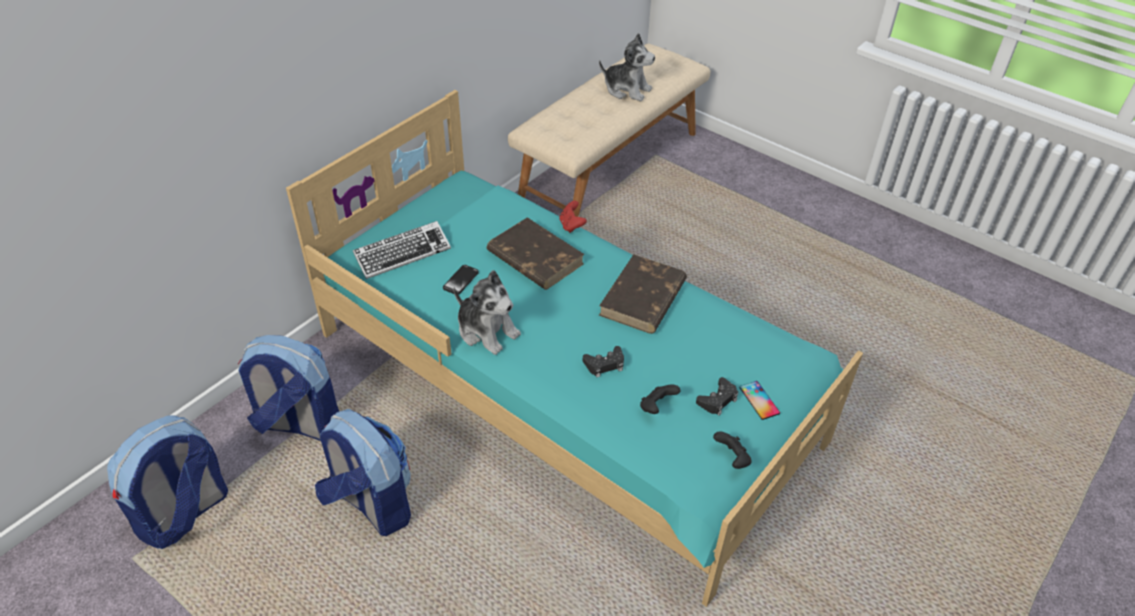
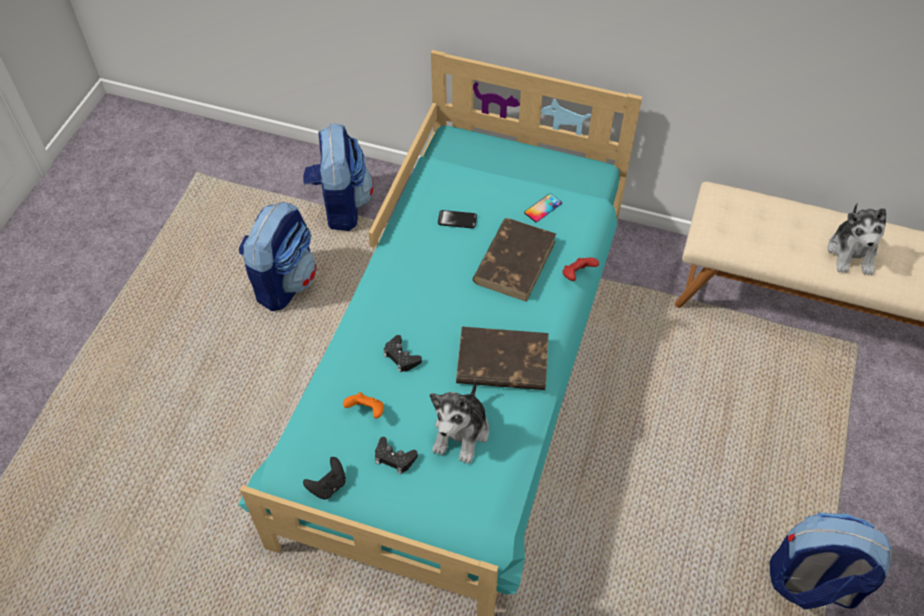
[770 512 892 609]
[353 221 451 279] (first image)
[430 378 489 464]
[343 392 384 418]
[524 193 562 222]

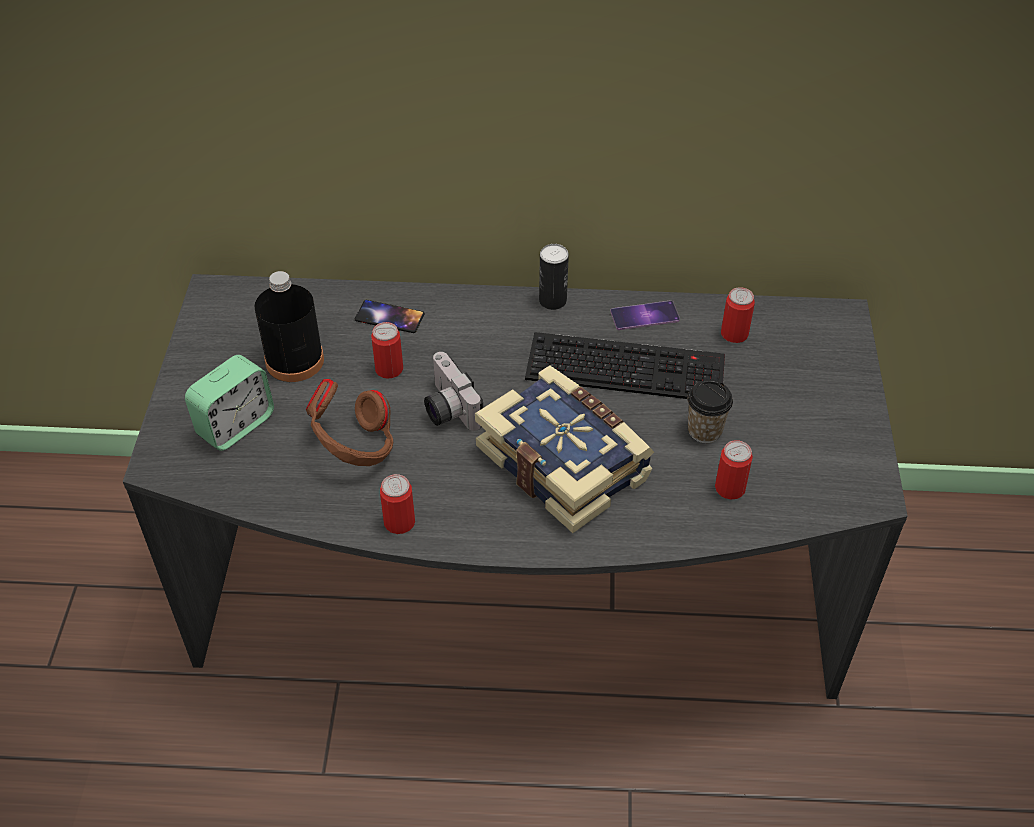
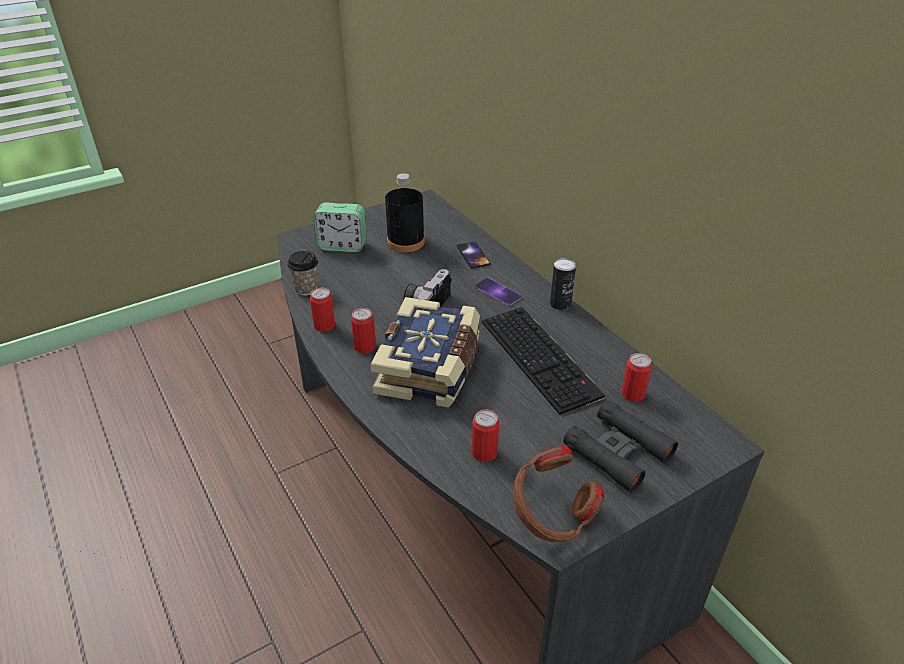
[513 446 604 542]
[351 308 376 353]
[474 278 523 306]
[287 251 318 296]
[563 400 678 493]

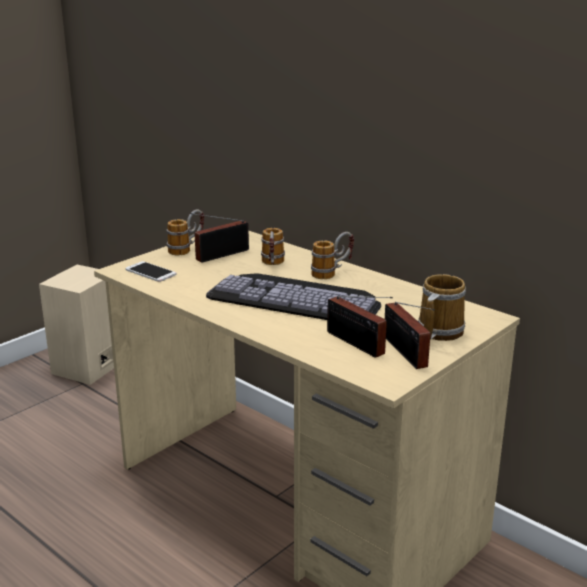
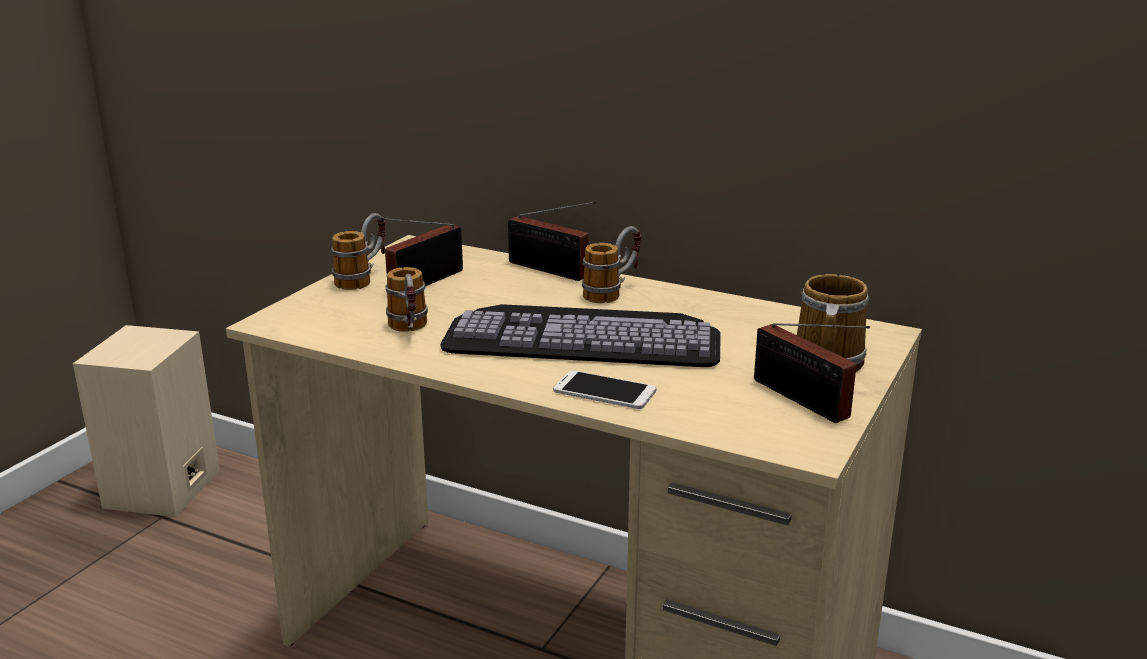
[553 370 656 409]
[385 267 428 332]
[508 201 596 281]

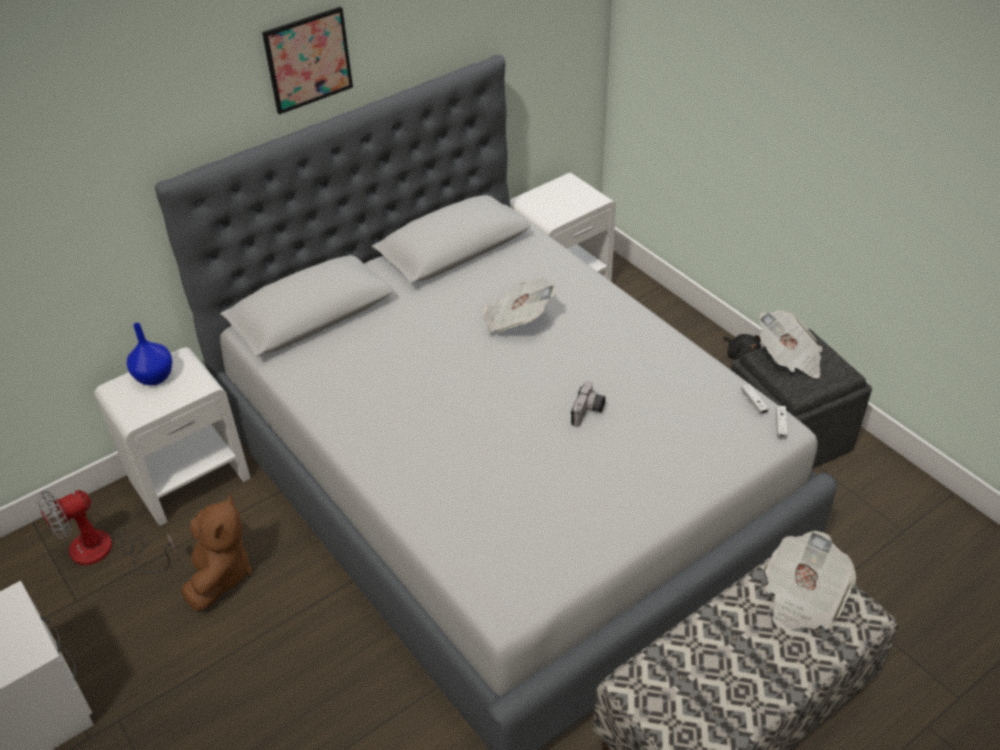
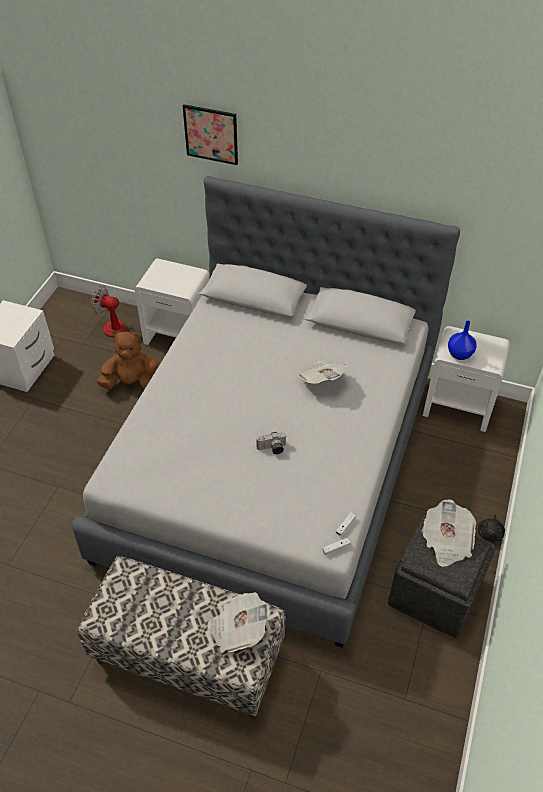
[448 321 477 360]
[97 331 159 390]
[183 104 238 165]

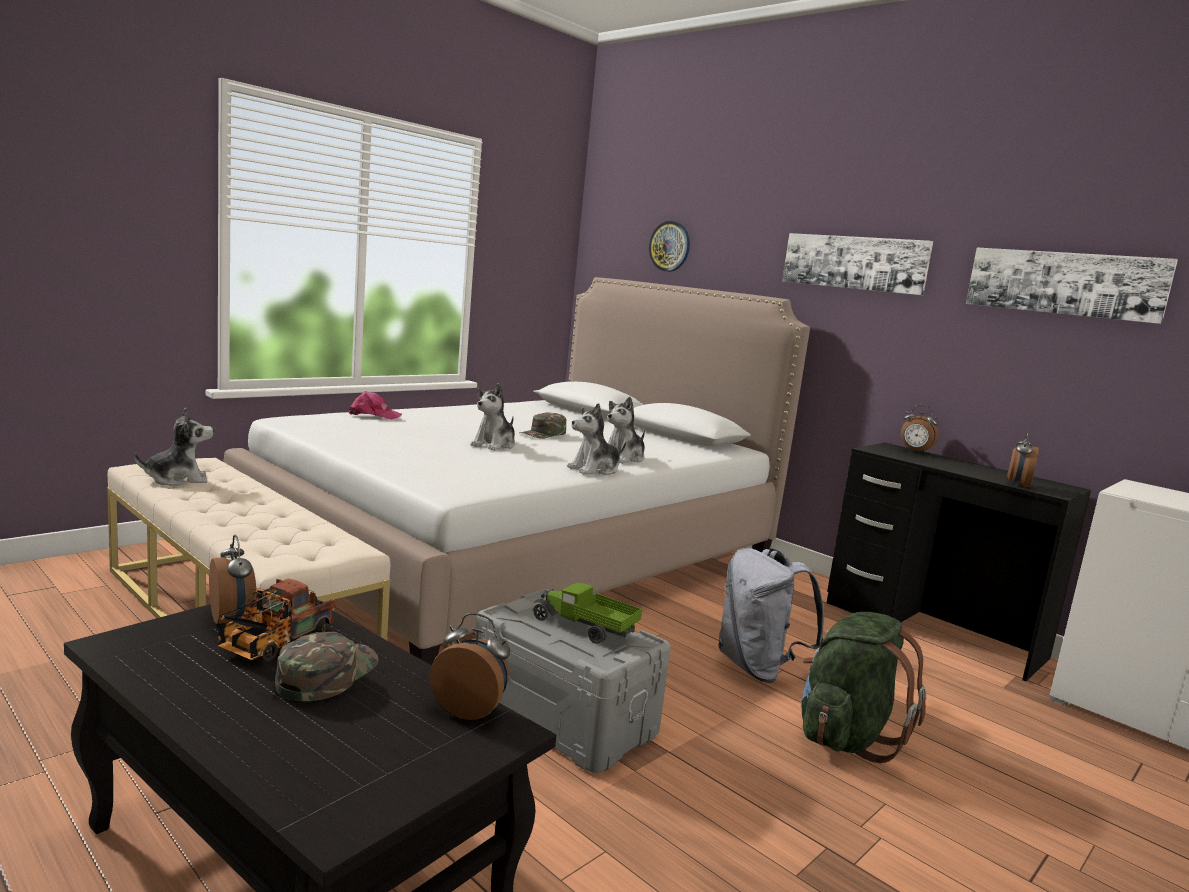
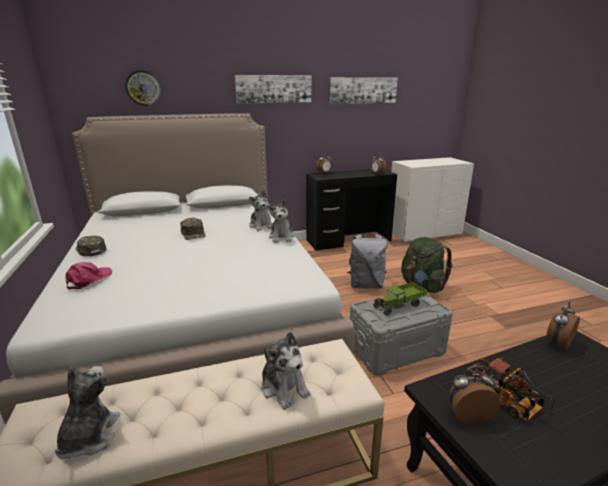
[76 235 106 256]
[261 332 311 410]

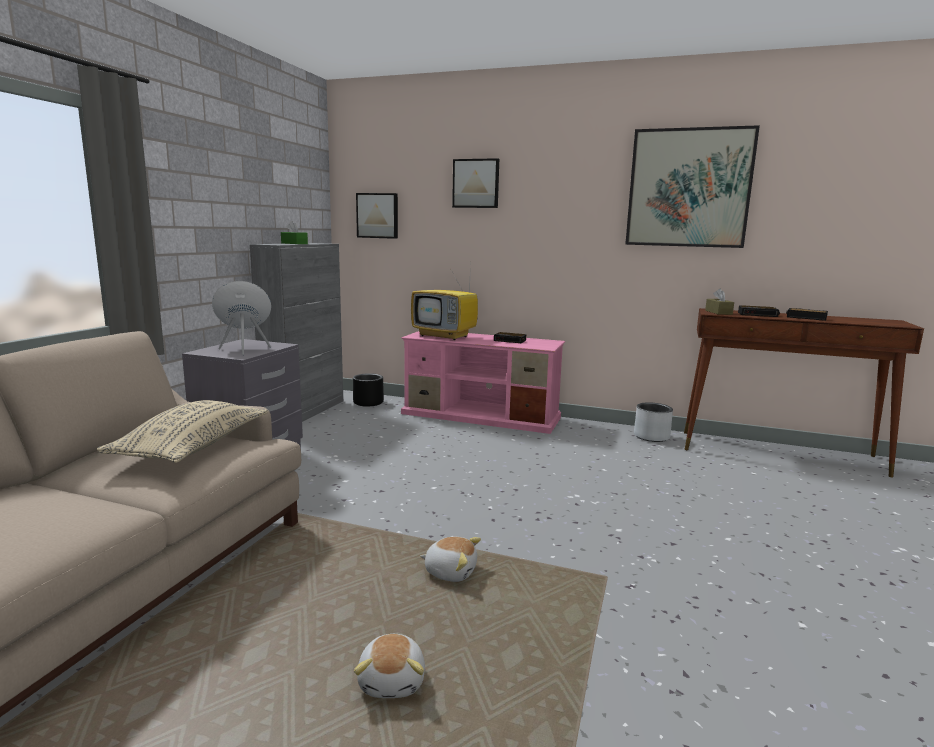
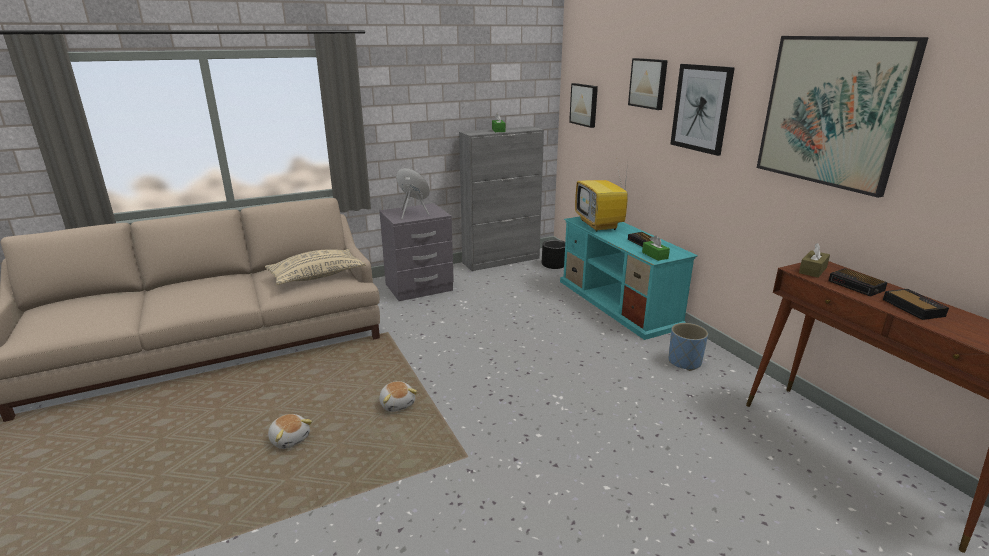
[268 414 312 449]
[560 216 698 340]
[634 402 673 442] (first image)
[642 235 670 261]
[669 323 708 371]
[670 64 735 156]

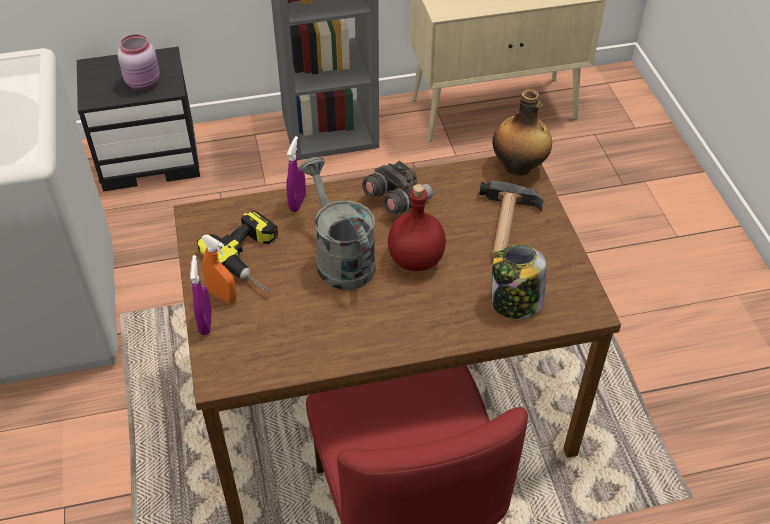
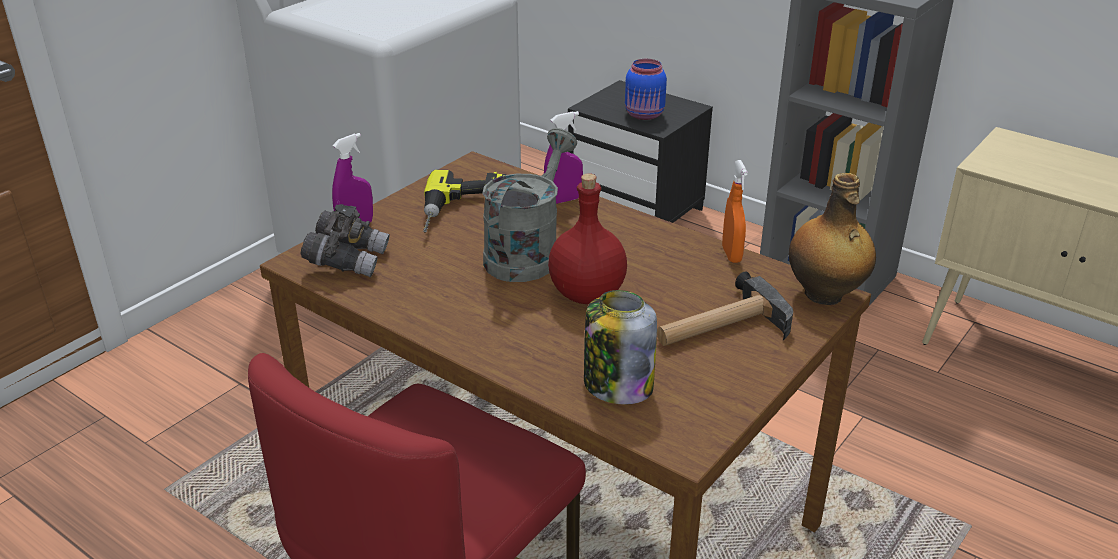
[625 59 667 120]
[722 160 748 263]
[301 204 390 277]

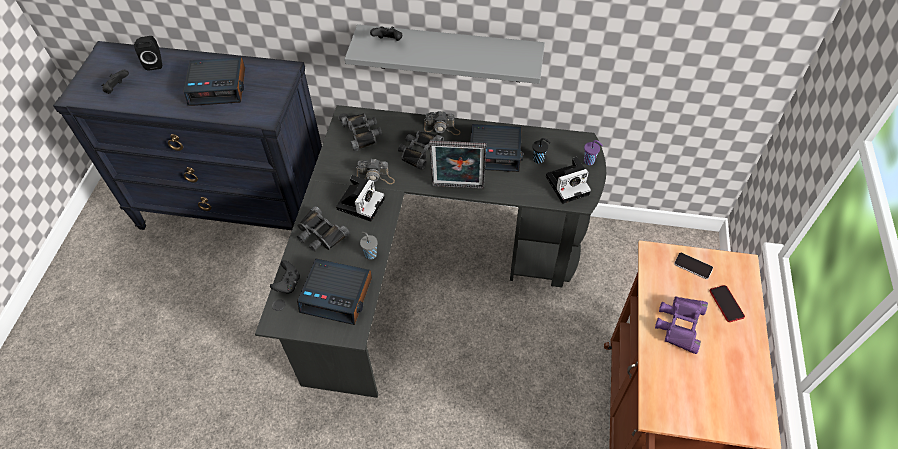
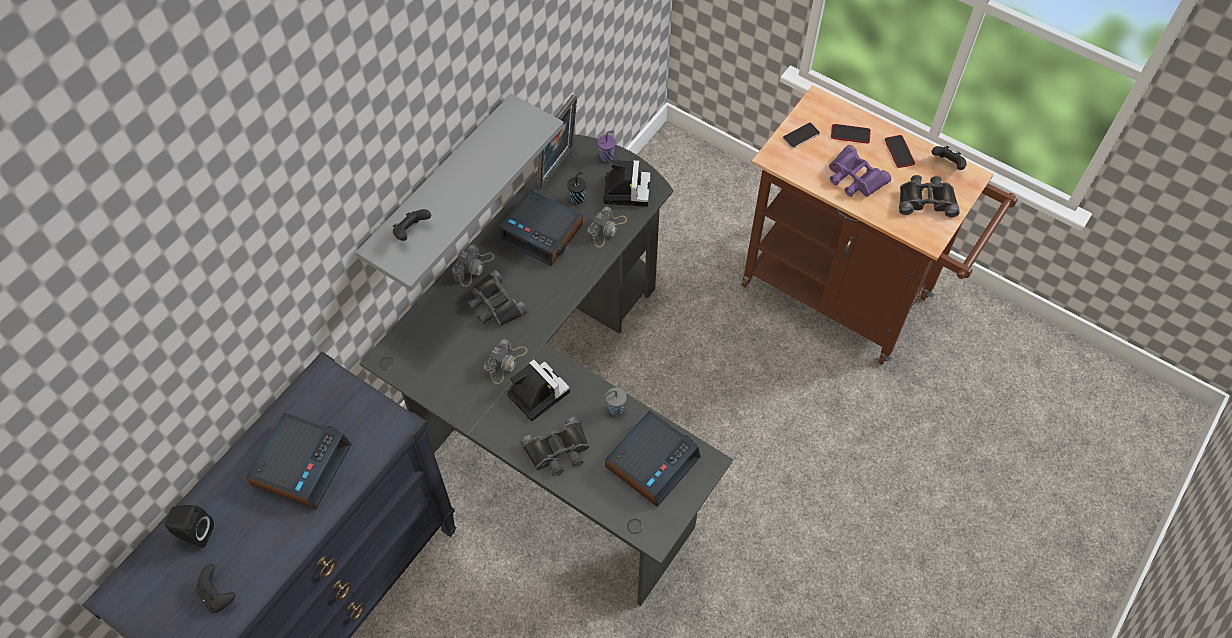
[932 146 967 170]
[899 175 960 217]
[537 95 577 188]
[499 189 583 267]
[587 206 627 247]
[885 135 915 168]

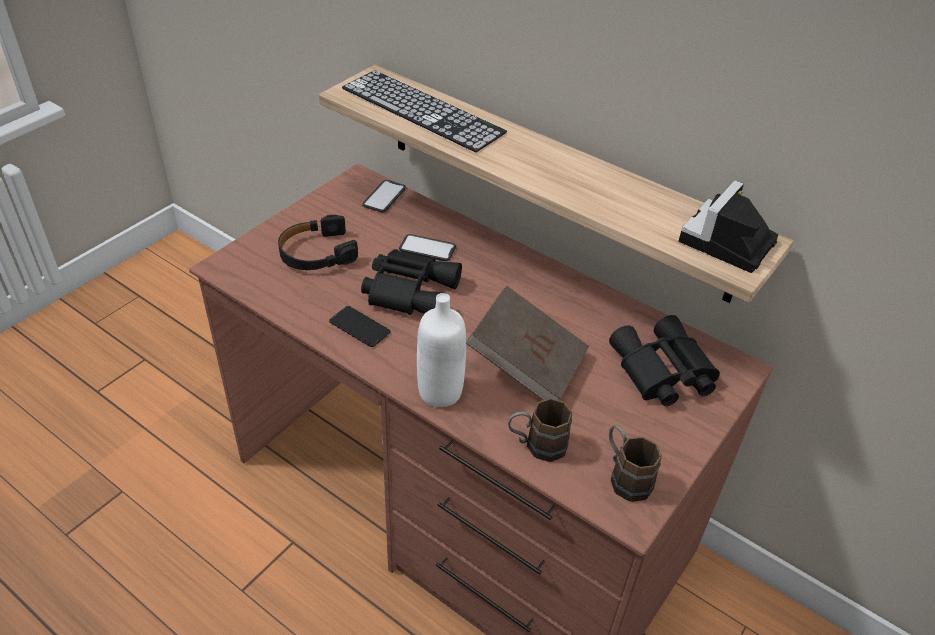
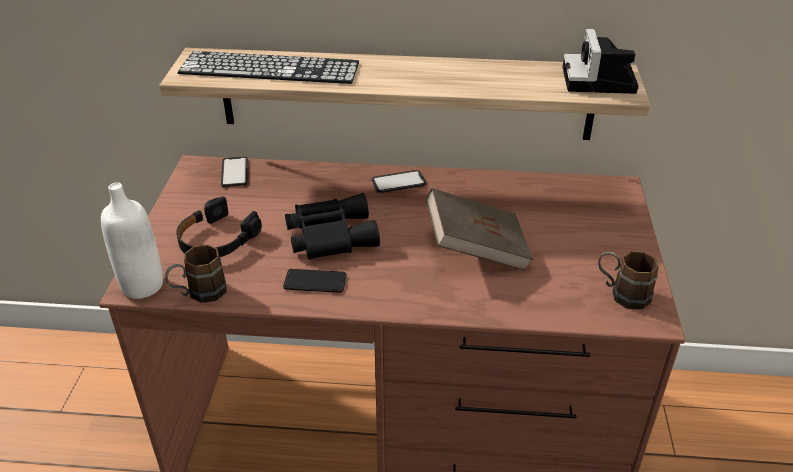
[371 170 426 193]
[101 182 163 299]
[165 244 227 303]
[609 315 720 406] (first image)

